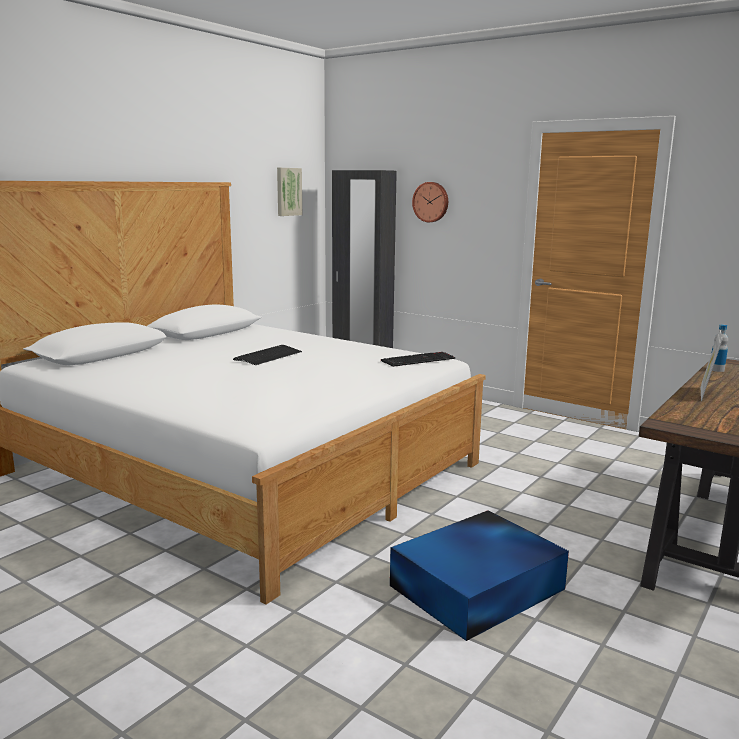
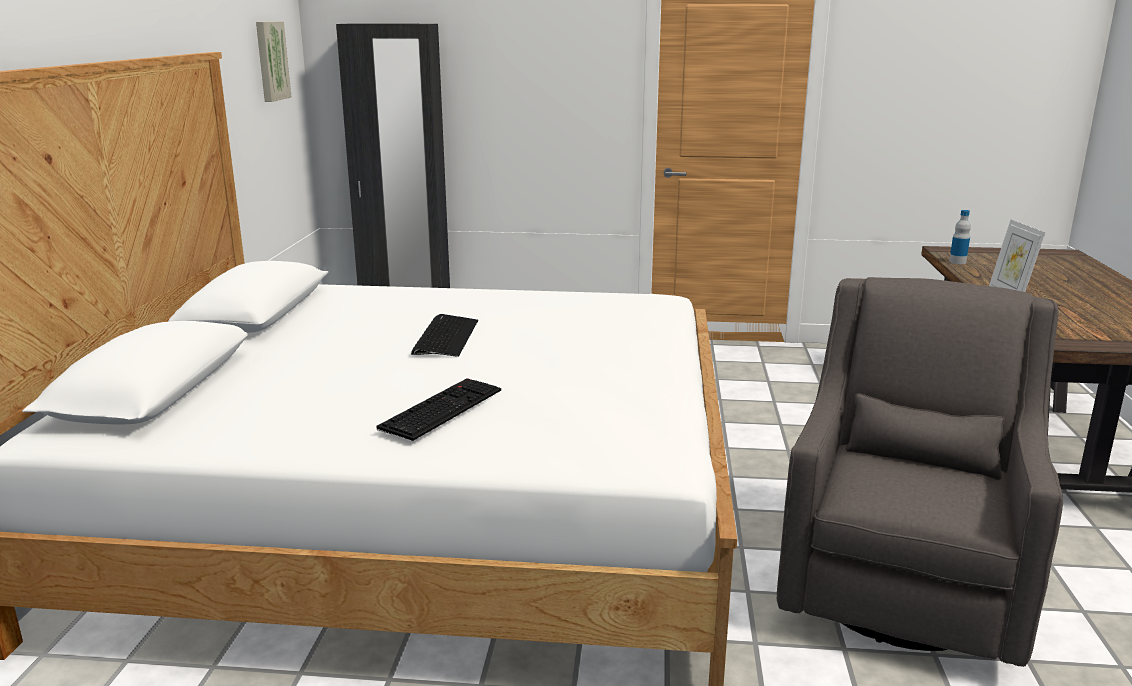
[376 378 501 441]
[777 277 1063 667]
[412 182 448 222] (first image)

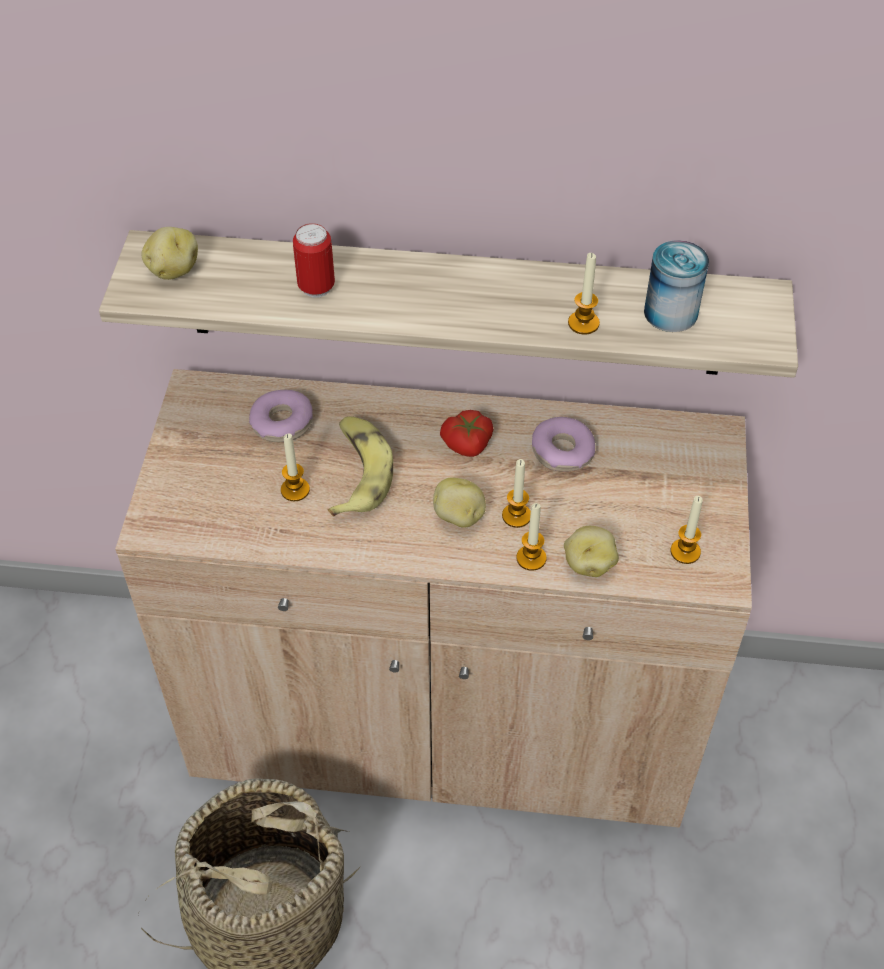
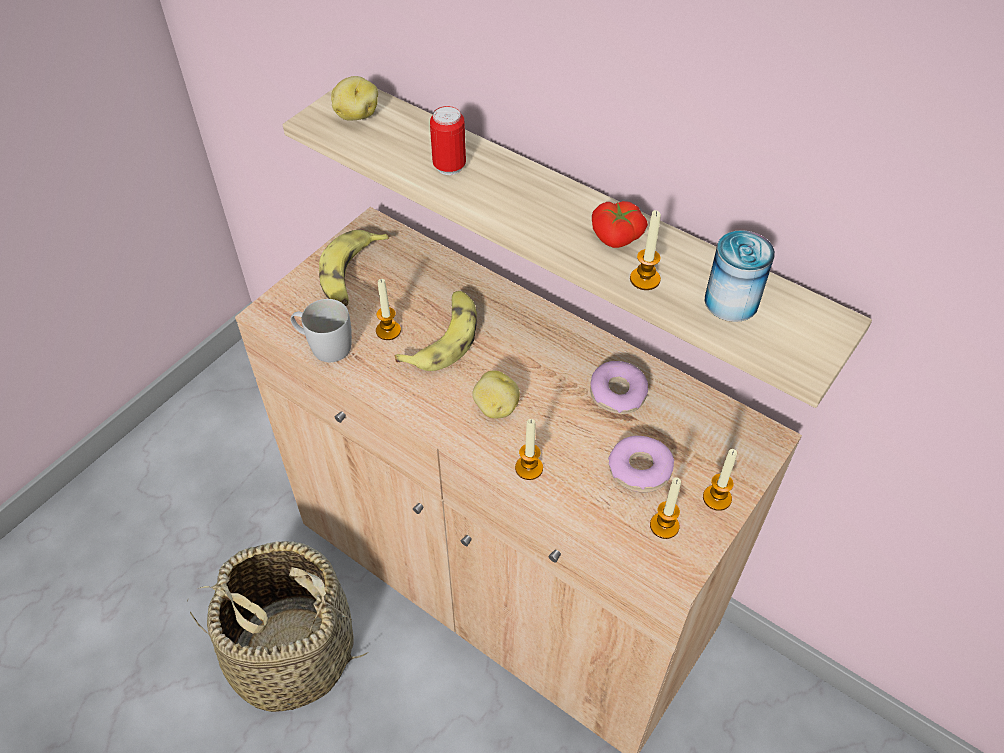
[608 436 674 493]
[592 201 648 248]
[703 449 737 511]
[564 526 619 577] (first image)
[291 299 352 362]
[319 230 389 306]

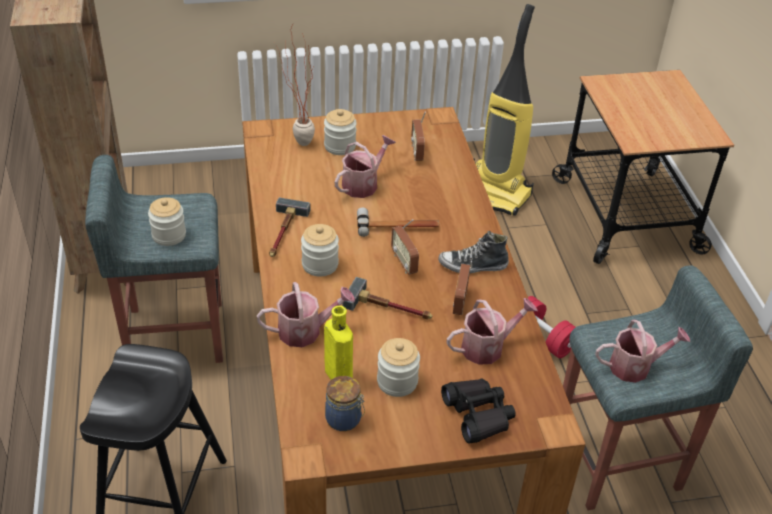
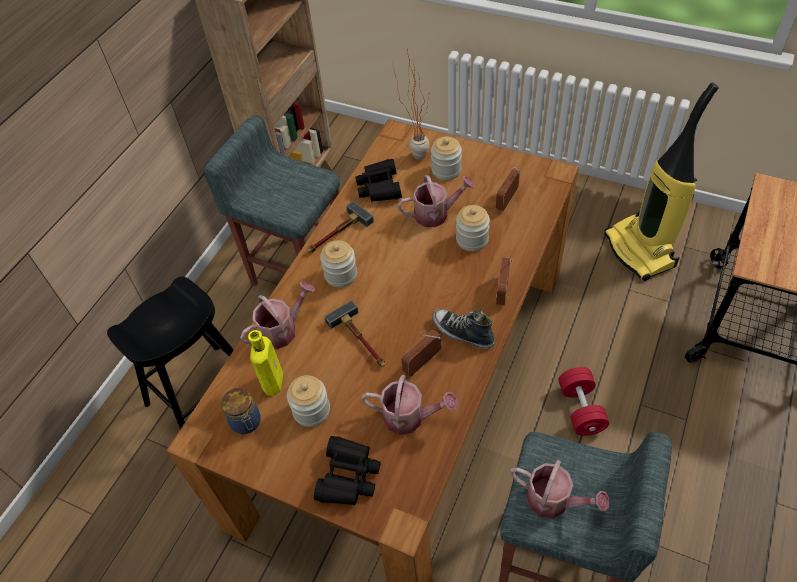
[456 205 490 251]
[240 281 315 349]
[357 208 439 237] (first image)
[496 257 512 306]
[355 159 402 202]

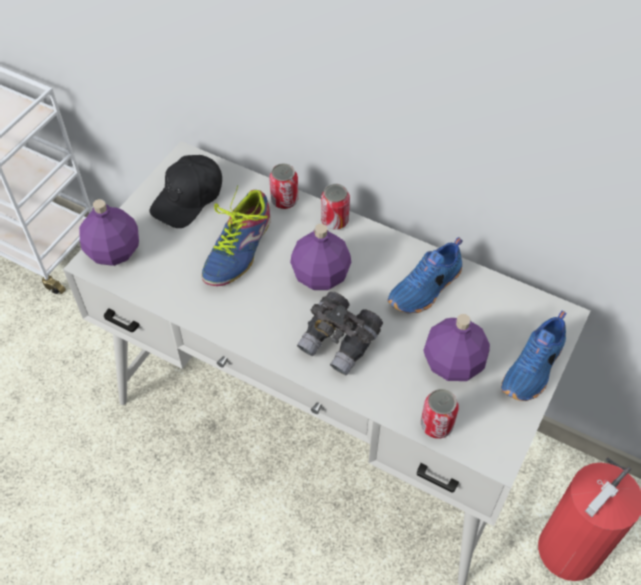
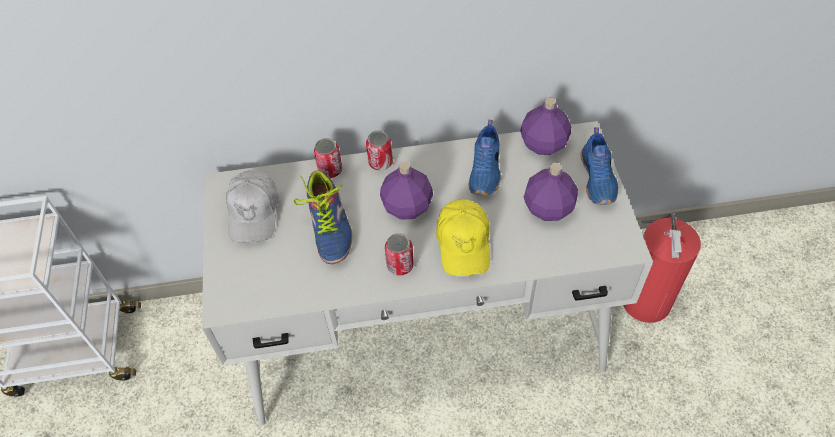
[520 97 571 155]
[226 170 279 242]
[436 199 490 276]
[385 233 414 275]

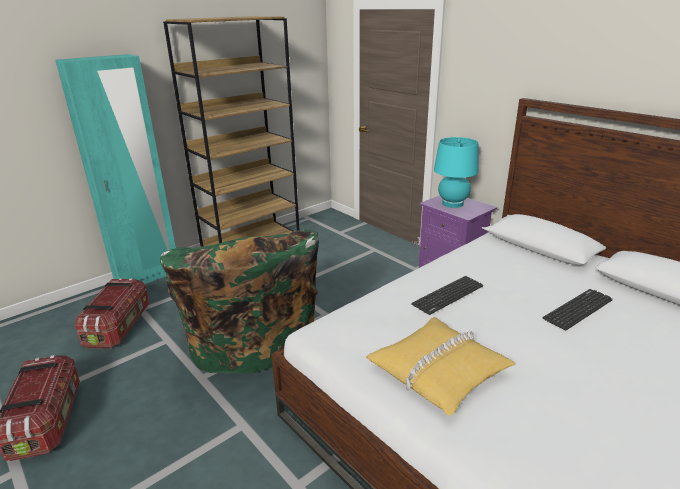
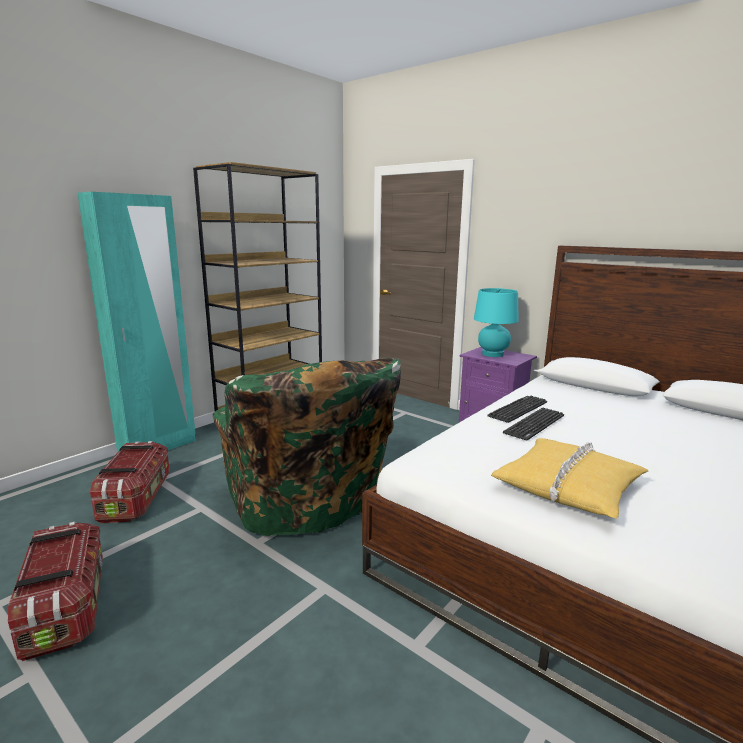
[487 396 547 423]

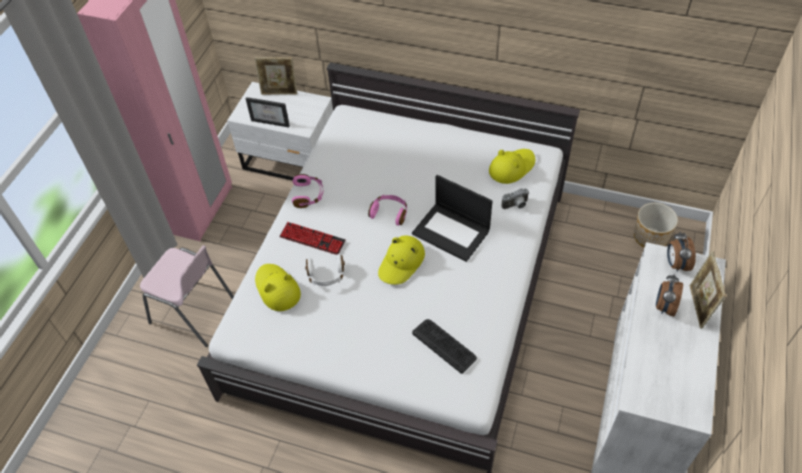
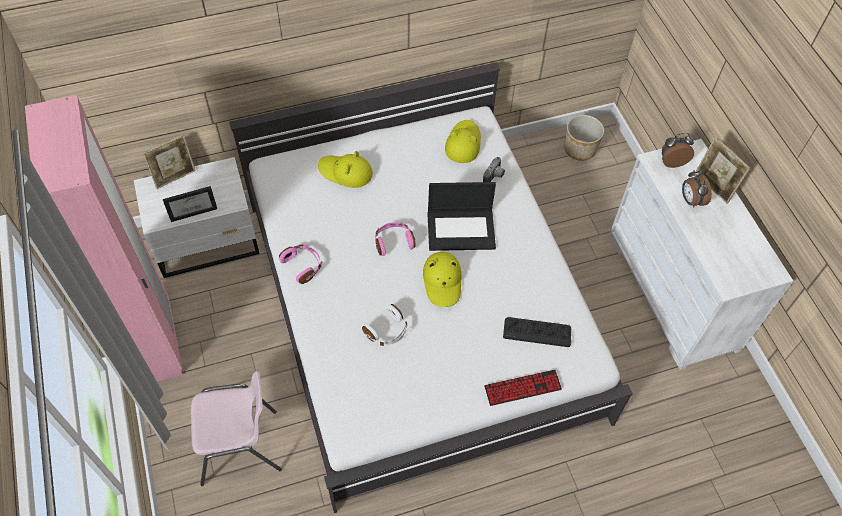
[318 151 373 188]
[484 370 562 406]
[662 133 694 168]

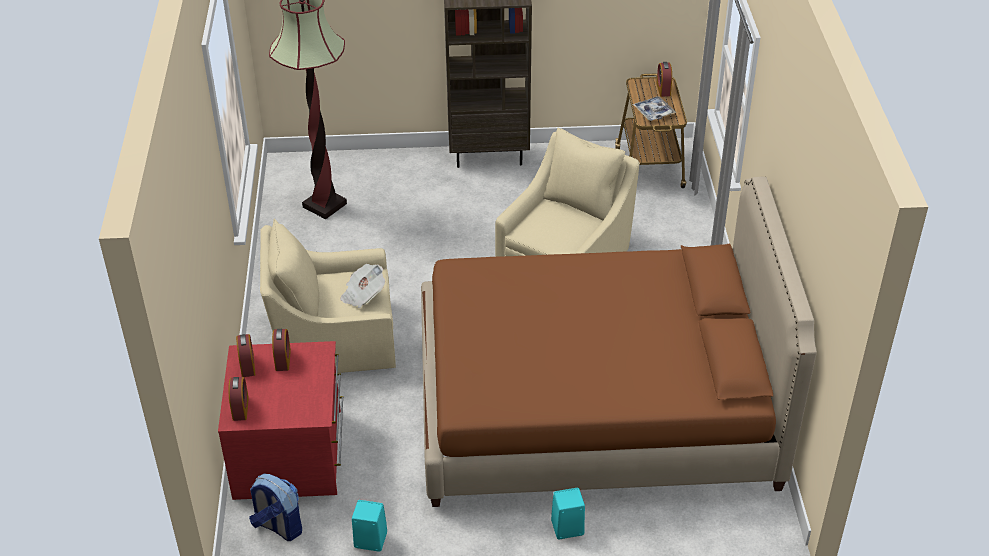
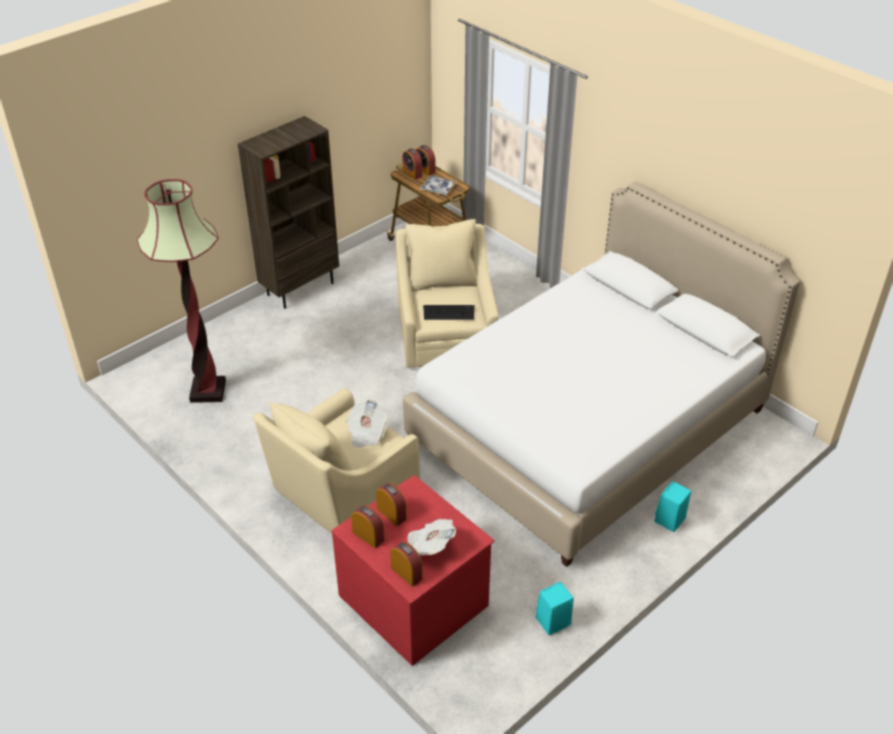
[249 473 302 541] (first image)
[403 182 800 567]
[402 148 422 180]
[408 519 456 555]
[423 305 475 320]

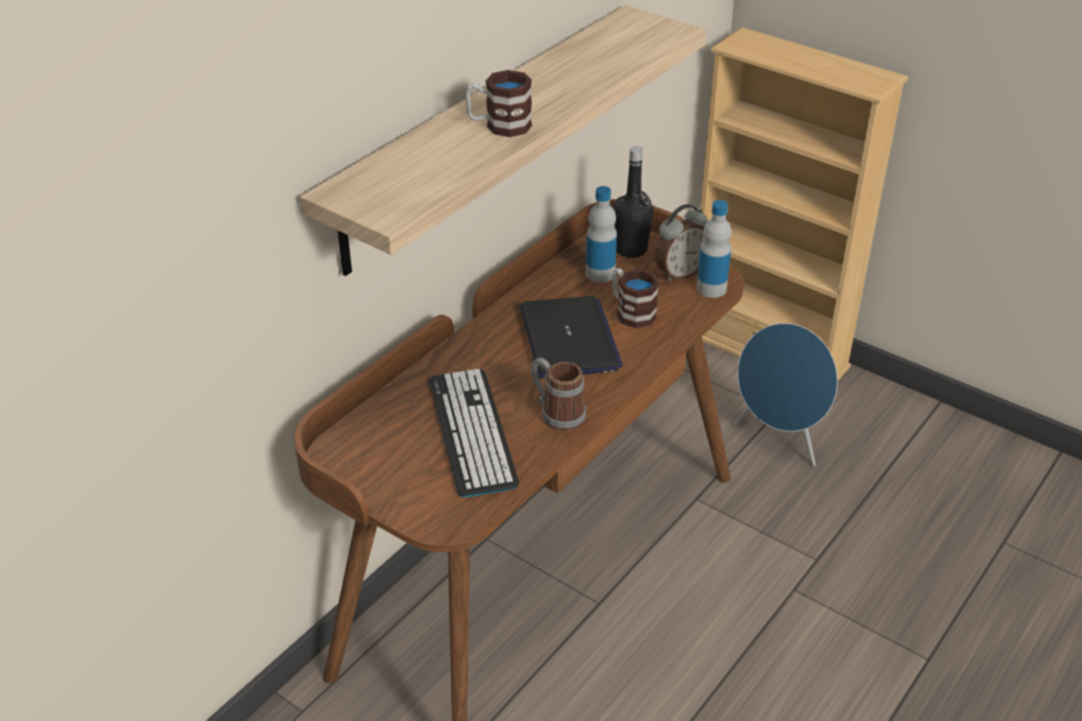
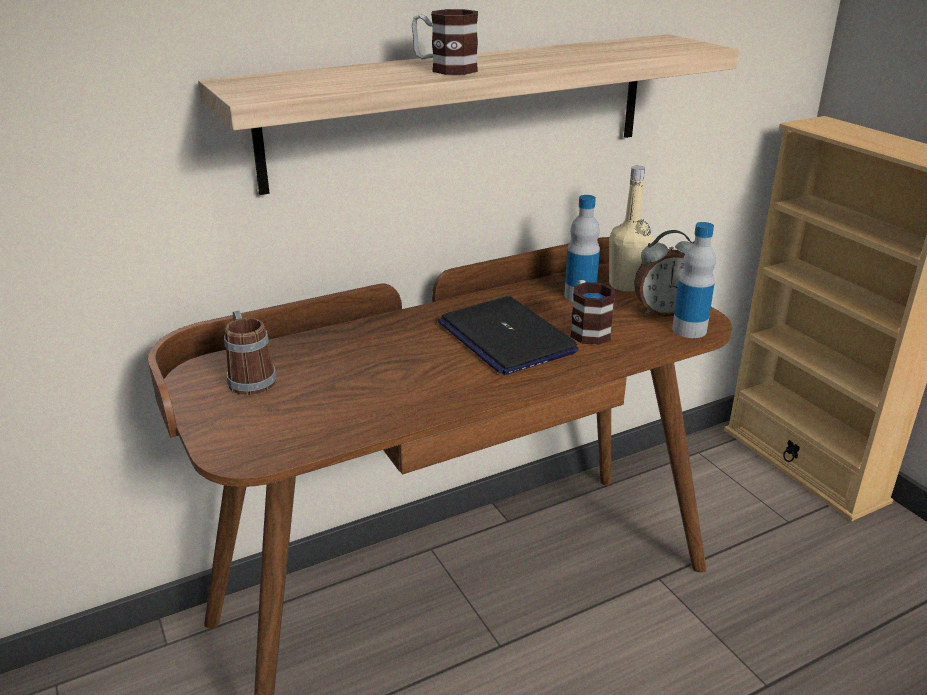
[430 369 519 497] (first image)
[438 296 578 375]
[224 311 277 395]
[609 166 653 291]
[734 323 838 466] (first image)

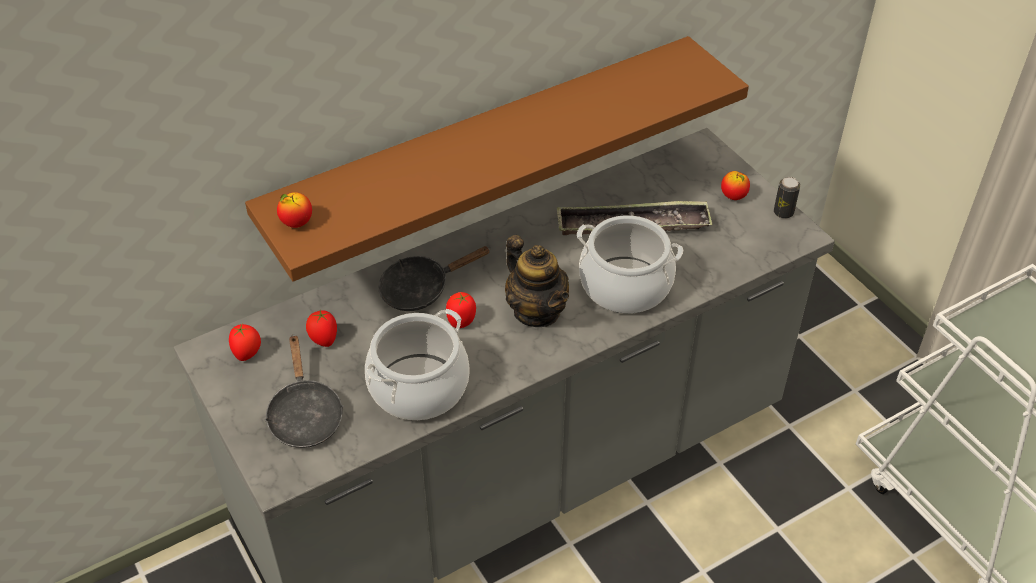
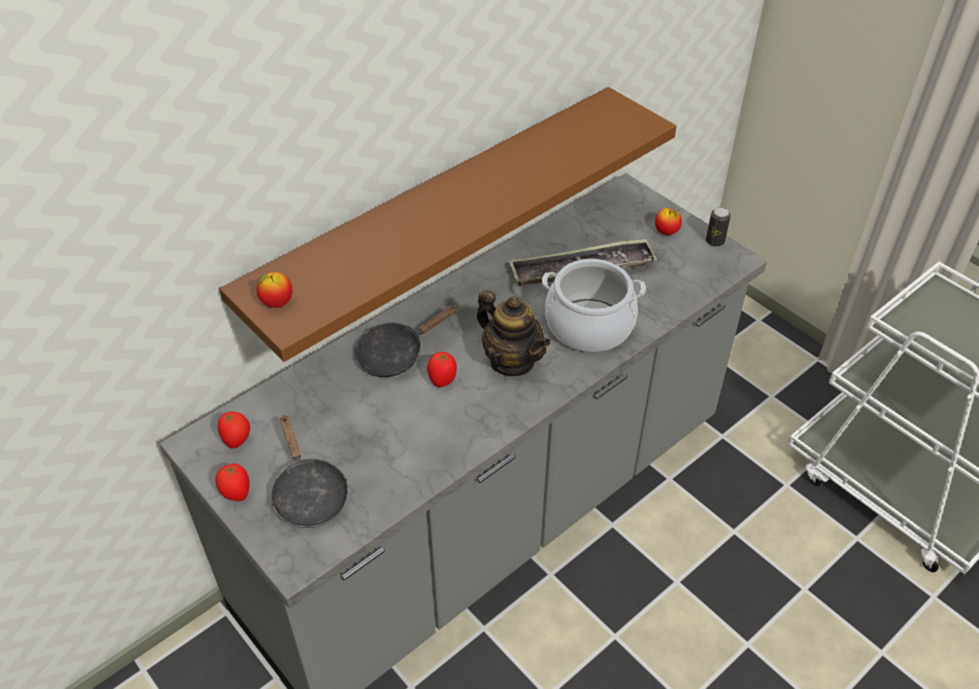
[215 463 250 501]
[365 309 470 420] (first image)

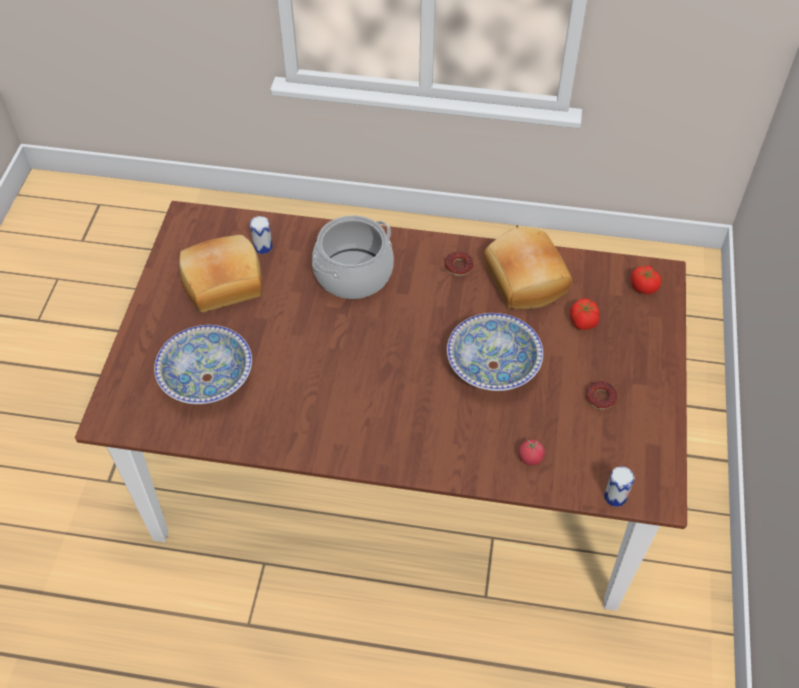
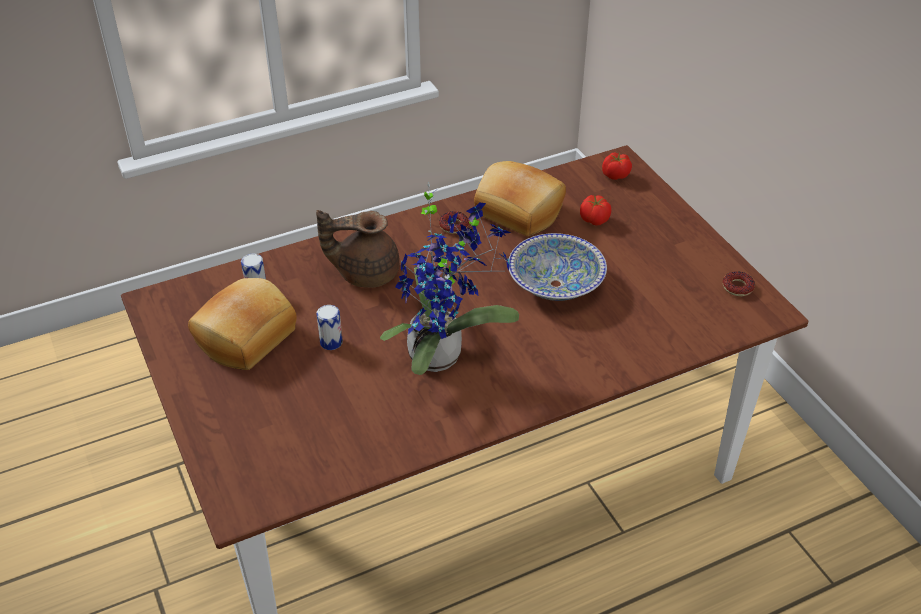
[154 325 252 404] (first image)
[316 210 400 288]
[519 439 545 465] (first image)
[723 271 755 296]
[316 305 343 350]
[380 183 519 375]

